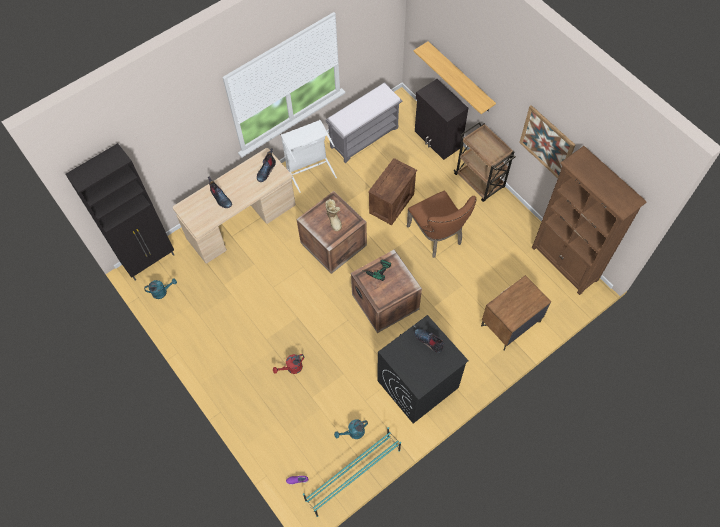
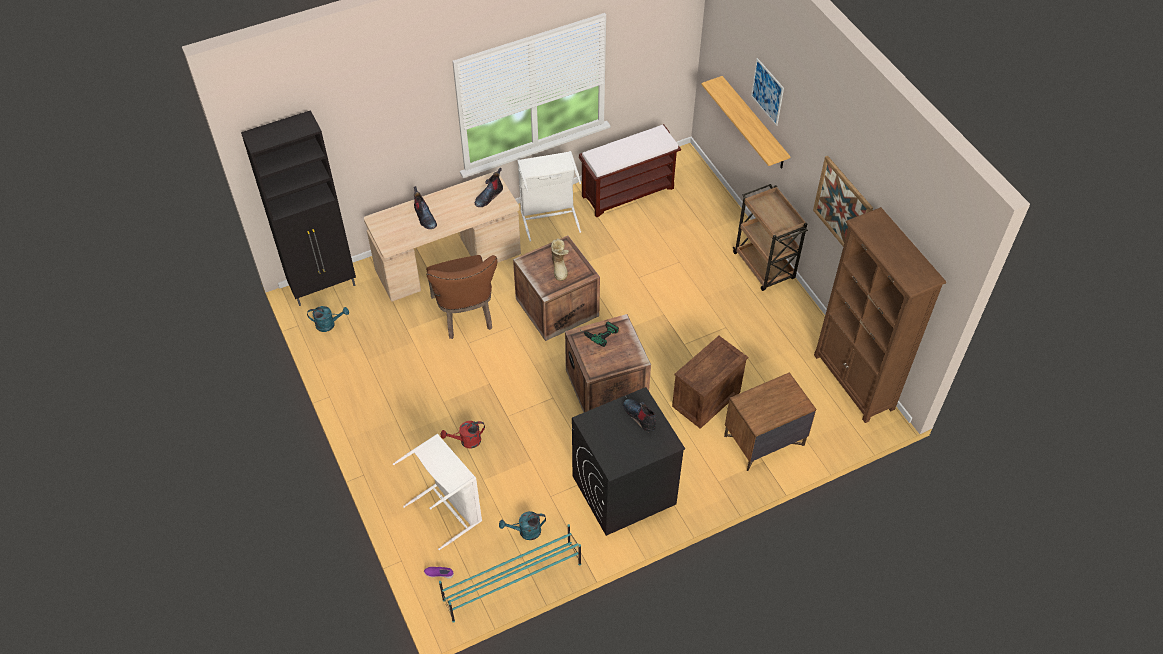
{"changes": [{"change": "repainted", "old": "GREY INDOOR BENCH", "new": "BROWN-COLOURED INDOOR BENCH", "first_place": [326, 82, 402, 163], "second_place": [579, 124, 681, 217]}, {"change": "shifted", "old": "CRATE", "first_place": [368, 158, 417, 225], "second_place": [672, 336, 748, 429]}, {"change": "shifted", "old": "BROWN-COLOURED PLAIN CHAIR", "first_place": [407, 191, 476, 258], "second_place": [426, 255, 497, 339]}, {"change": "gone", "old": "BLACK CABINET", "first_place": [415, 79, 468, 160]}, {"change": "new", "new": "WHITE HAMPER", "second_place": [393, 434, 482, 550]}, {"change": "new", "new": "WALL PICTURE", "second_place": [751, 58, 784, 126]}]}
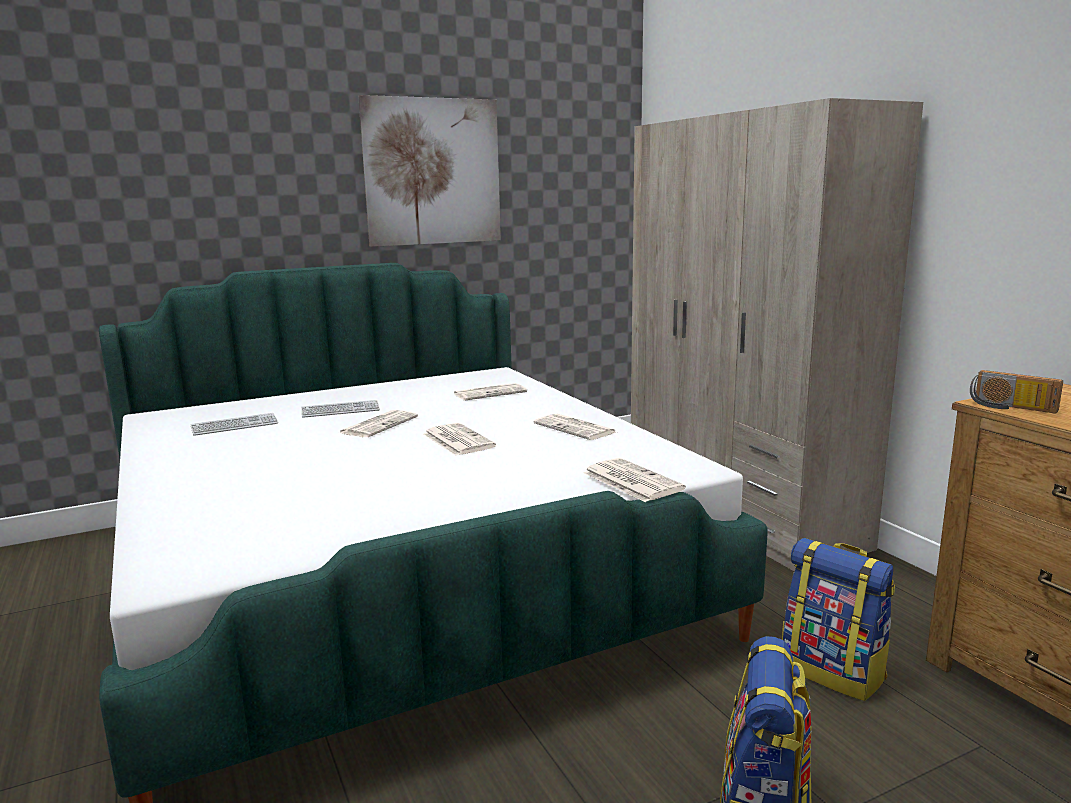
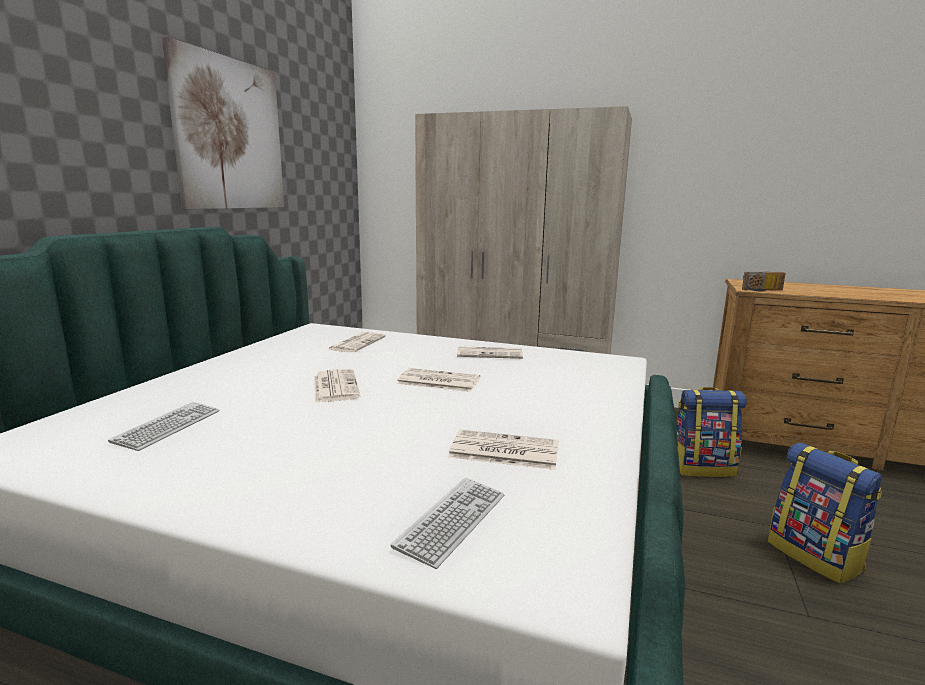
{"changes": [{"change": "shifted", "old": "PC KEYBOARD", "first_place": [301, 400, 380, 418], "second_place": [391, 478, 504, 569]}, {"change": "shifted", "old": "PRINTED PAPER", "first_place": [584, 458, 686, 502], "second_place": [448, 430, 558, 470]}]}
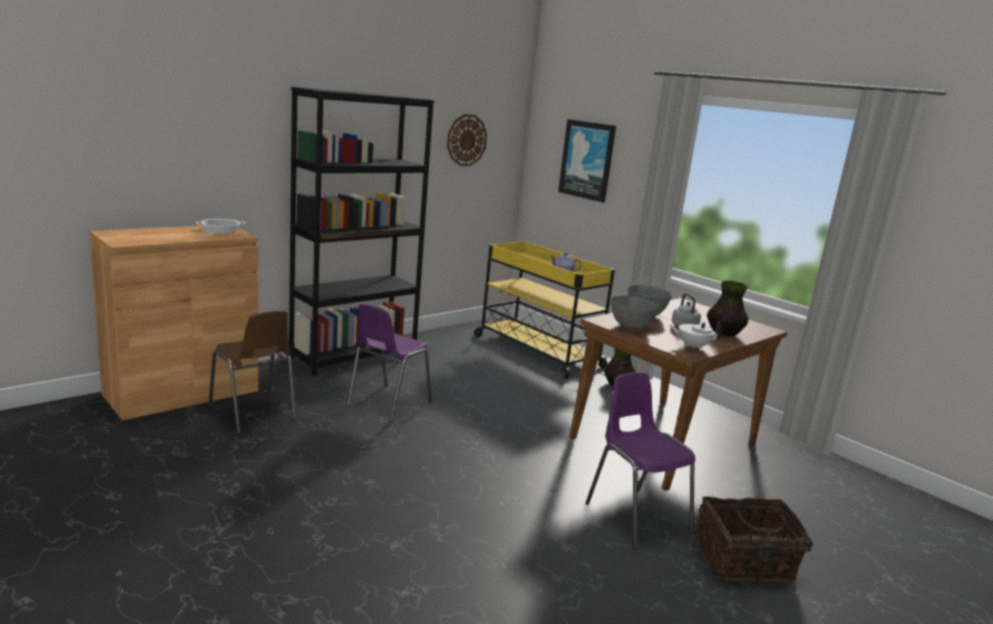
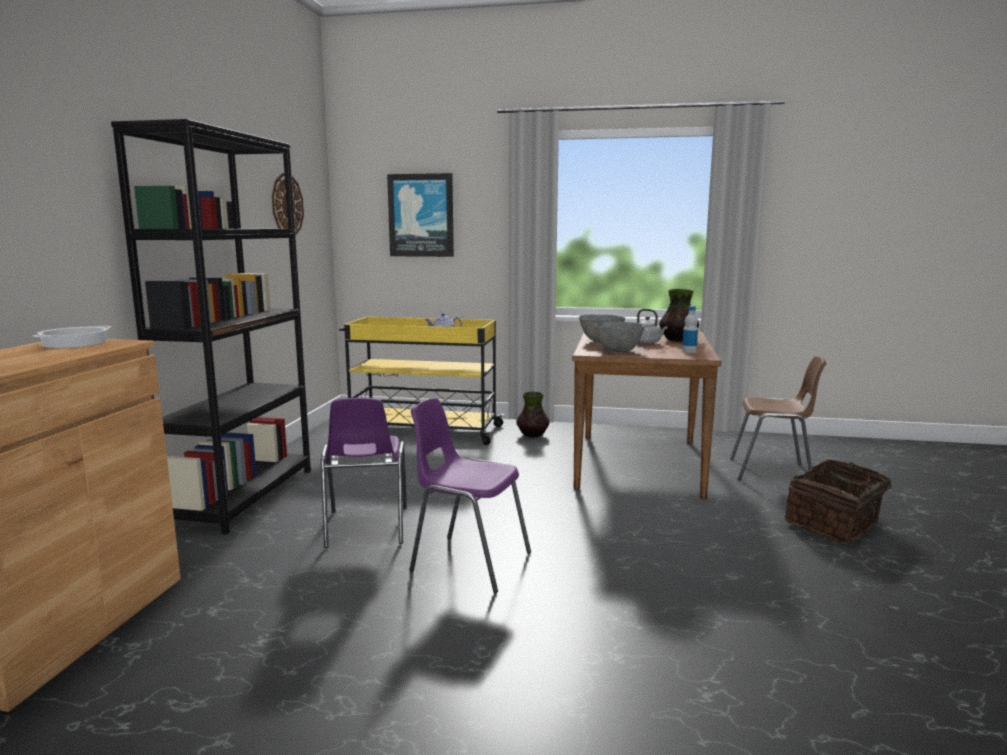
{"changes": [{"change": "shifted", "old": "BROWN-COLOURED PLAIN CHAIR", "first_place": [208, 311, 296, 434], "second_place": [730, 356, 826, 480]}, {"change": "shifted", "old": "PURPLE PLAIN CHAIR", "first_place": [586, 372, 695, 550], "second_place": [409, 398, 531, 593]}, {"change": "swapped", "old": "WHITE TEA POT", "new": "BEVERAGE BOTTLE", "first_place": [669, 321, 723, 350], "second_place": [682, 306, 698, 353]}]}
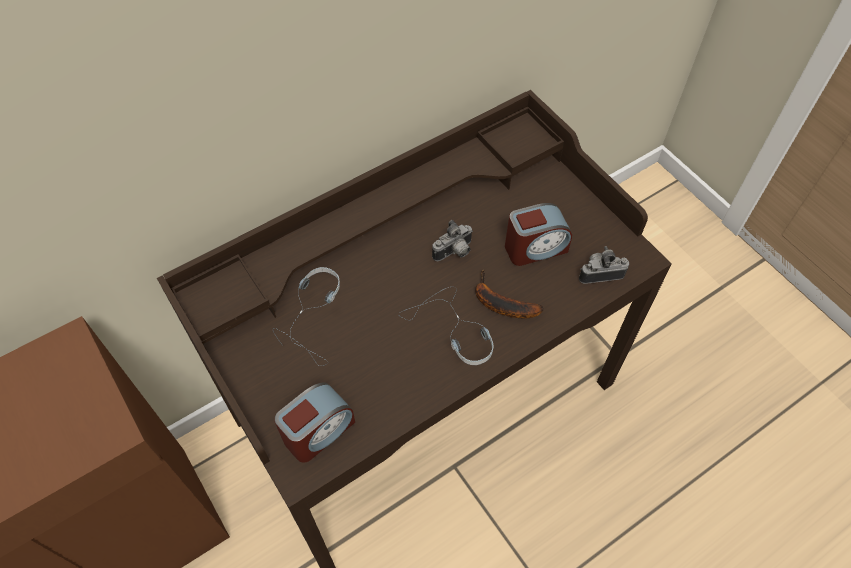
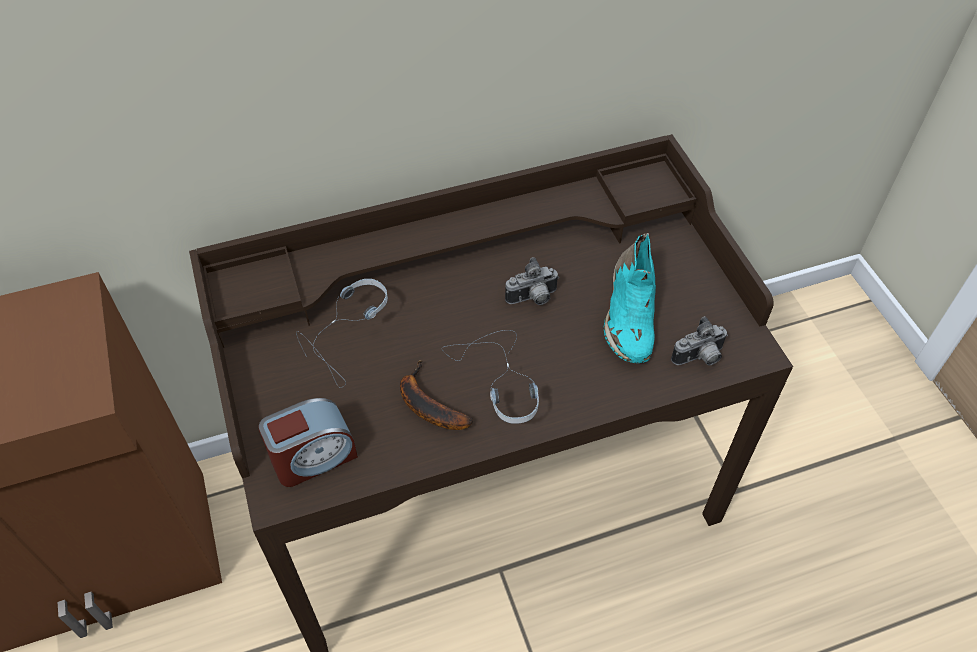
{"changes": [{"change": "shifted", "old": "BANANA FRUIT", "first_place": [475, 270, 543, 318], "second_place": [400, 360, 473, 430]}, {"change": "swapped", "old": "BEDSIDE CLOCK", "new": "TURQUOISE-COLOURED SHOE", "first_place": [505, 203, 572, 266], "second_place": [603, 233, 656, 363]}, {"change": "rotated", "old": "PHOTO CAMERA", "first_place": [579, 246, 629, 284], "second_place": [671, 316, 728, 365], "degrees": 150}]}
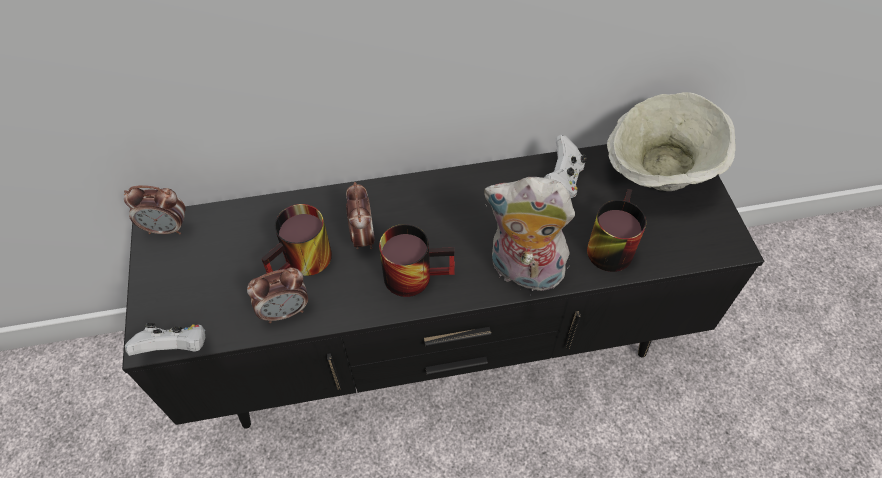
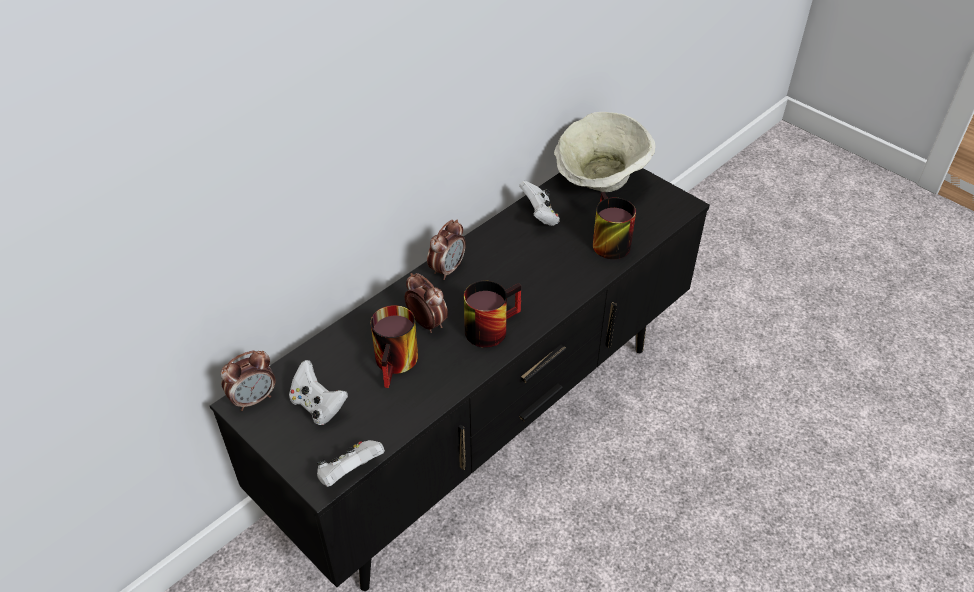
{"changes": [{"change": "shifted", "old": "BEDSIDE CLOCK", "first_place": [247, 268, 308, 323], "second_place": [427, 219, 466, 280]}, {"change": "gone", "old": "PLUSH TOY", "first_place": [484, 177, 575, 296]}, {"change": "new", "new": "WHITE GAMEPAD", "second_place": [289, 360, 348, 425]}]}
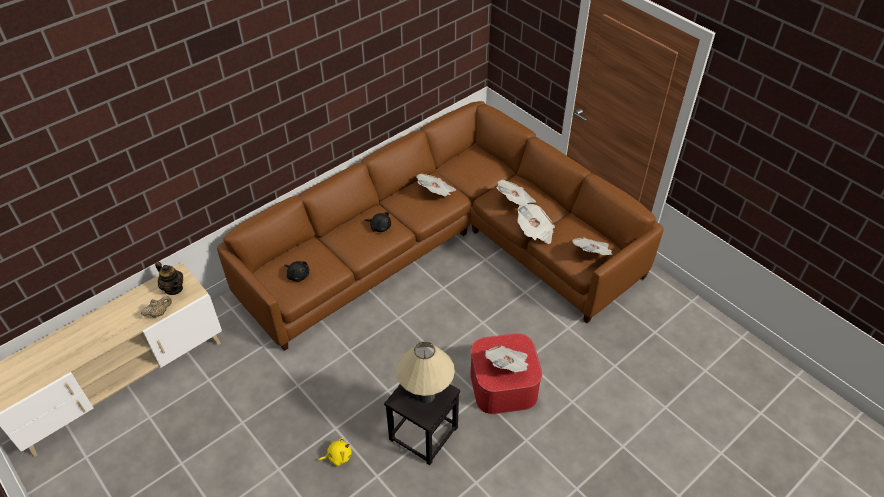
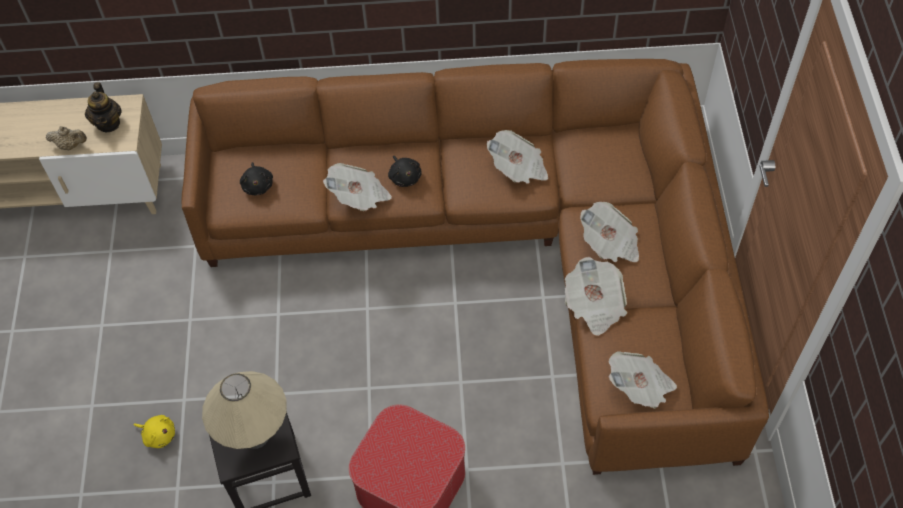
{"changes": [{"change": "shifted", "old": "PRINTED PAPER", "first_place": [485, 346, 529, 372], "second_place": [323, 163, 392, 211]}]}
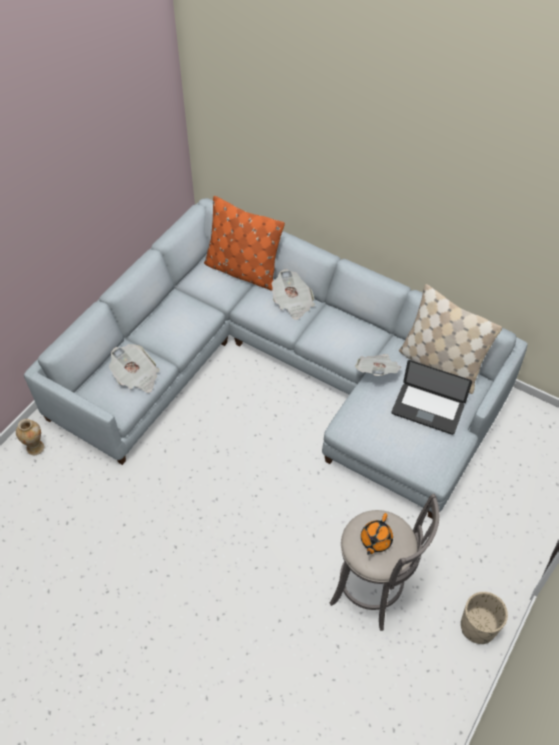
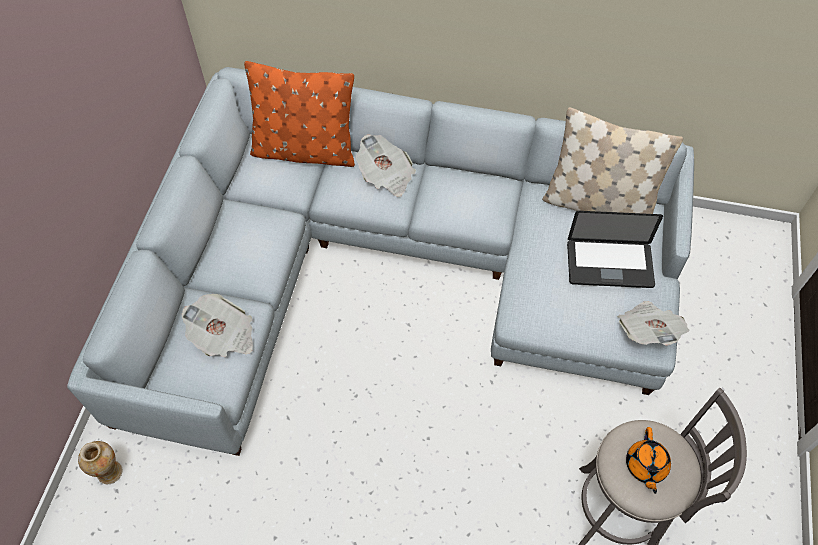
{"changes": [{"change": "shifted", "old": "PRINTED PAPER", "first_place": [355, 354, 401, 376], "second_place": [617, 301, 689, 346]}, {"change": "gone", "old": "BEIGE PLANT POT", "first_place": [461, 592, 508, 644]}]}
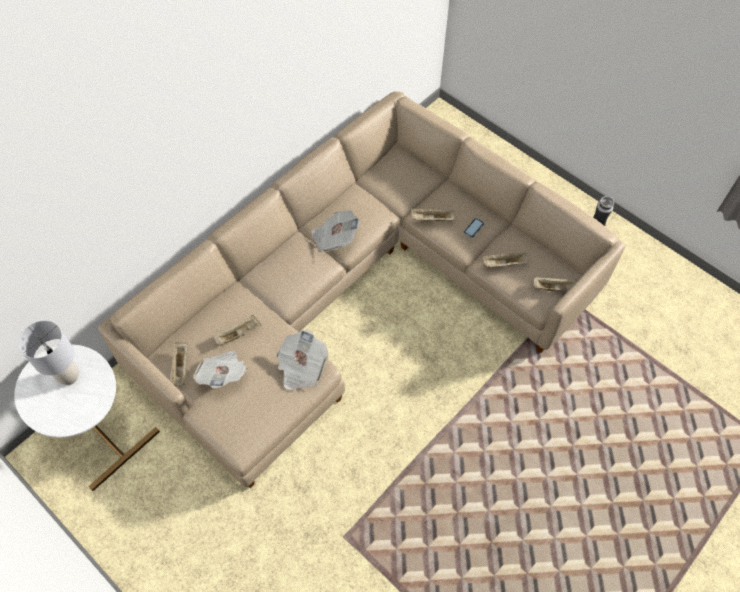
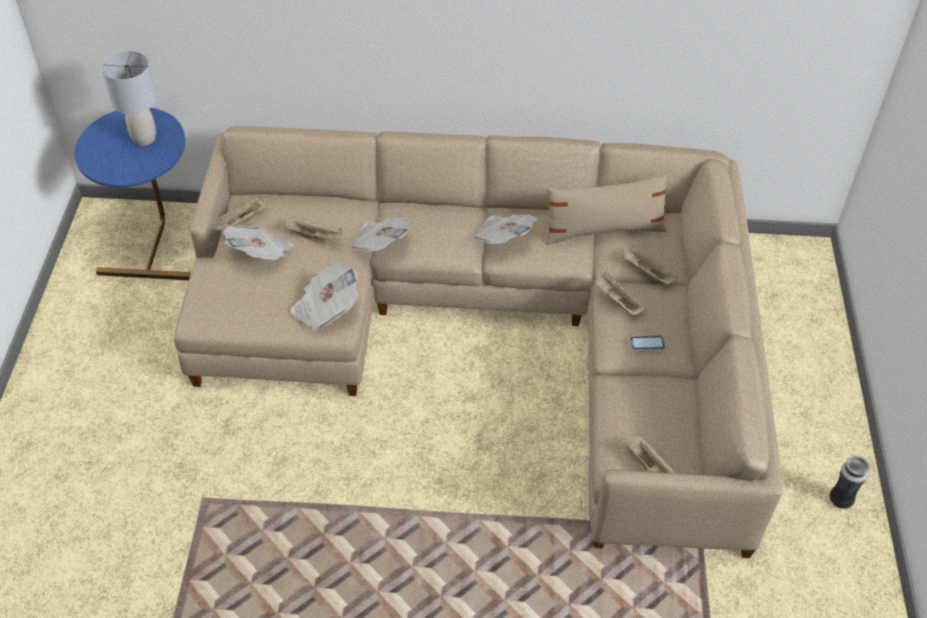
{"changes": [{"change": "repainted", "old": "WHITE ACCENT TABLE", "new": "BLUISH ACCENT TABLE", "first_place": [14, 345, 160, 491], "second_place": [75, 108, 191, 280]}, {"change": "shifted", "old": "BEIGE CARRYING TRAY", "first_place": [483, 252, 529, 268], "second_place": [622, 245, 678, 285]}, {"change": "new", "new": "PRINTED PAPER", "second_place": [348, 216, 412, 252]}, {"change": "new", "new": "BEIGE THROW PILLOW", "second_place": [546, 174, 669, 245]}]}
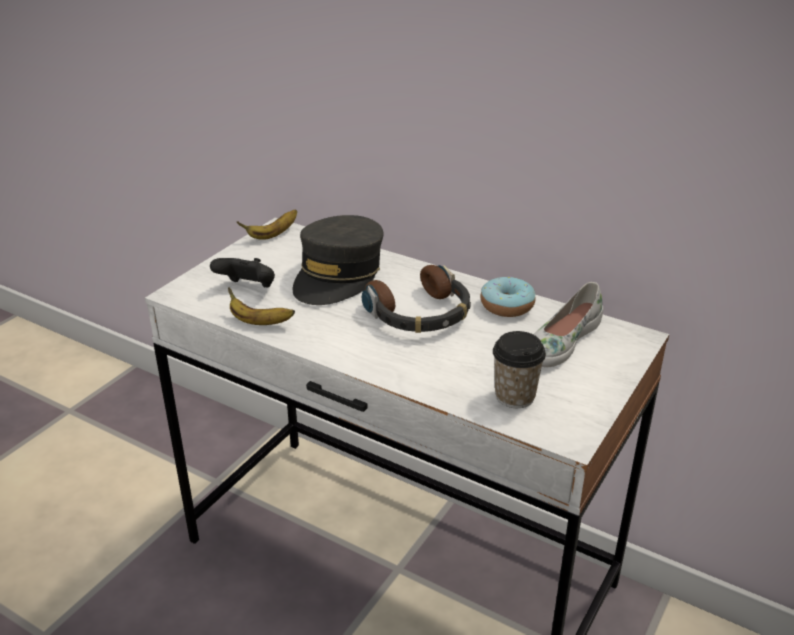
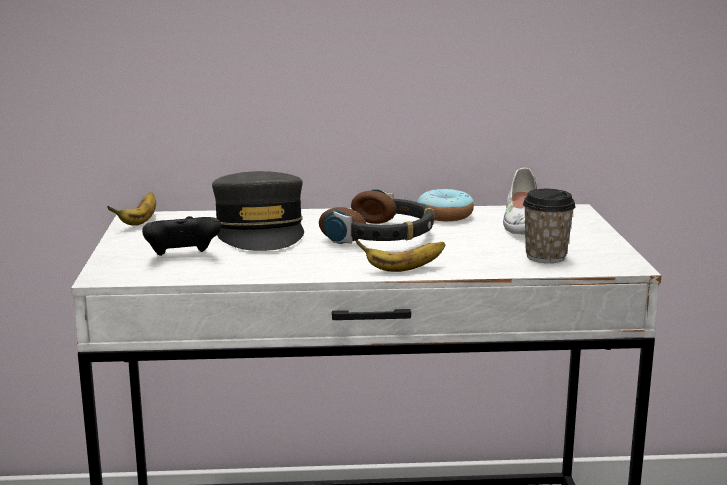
{"changes": [{"change": "shifted", "old": "BANANA FRUIT", "first_place": [228, 287, 295, 325], "second_place": [355, 240, 445, 272]}]}
